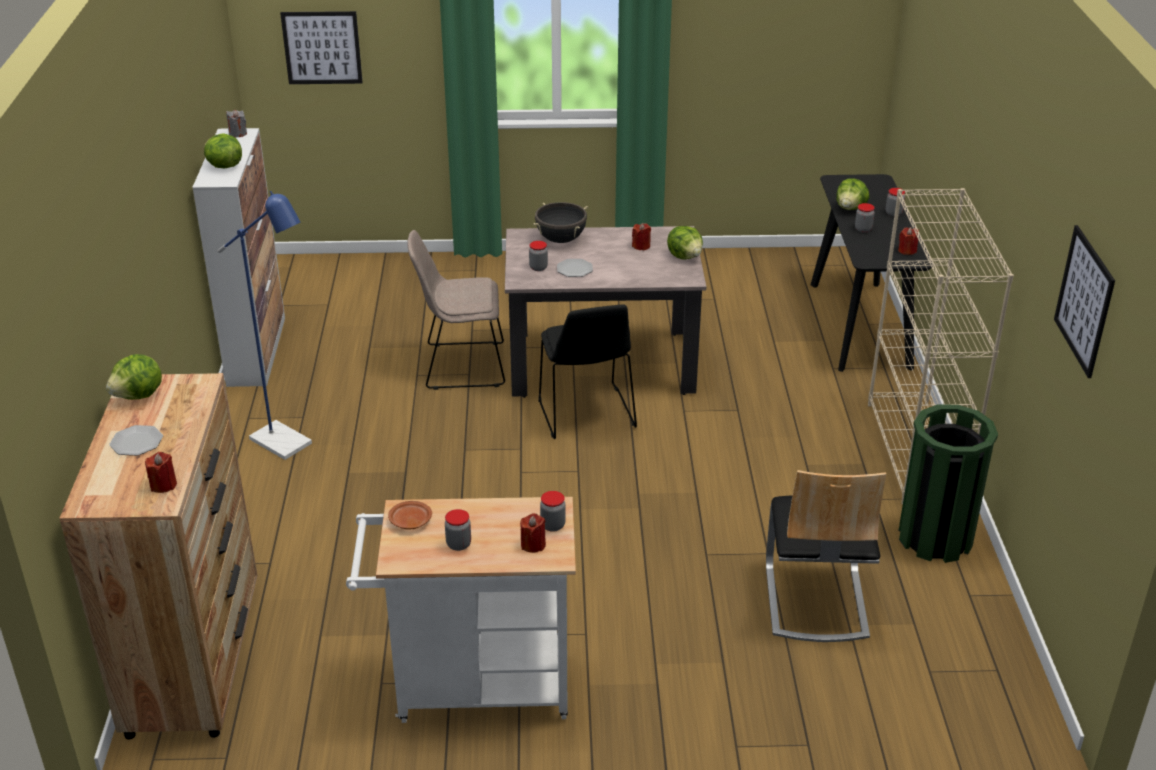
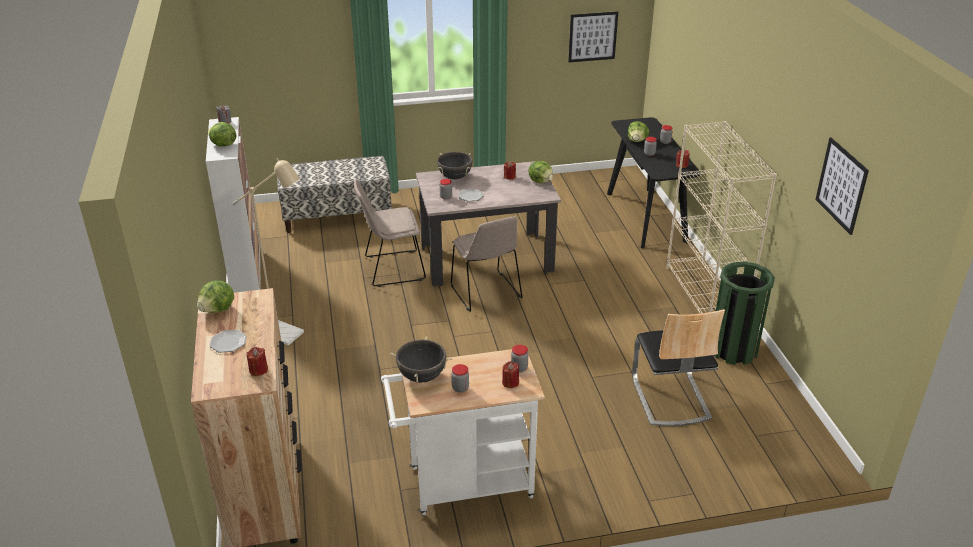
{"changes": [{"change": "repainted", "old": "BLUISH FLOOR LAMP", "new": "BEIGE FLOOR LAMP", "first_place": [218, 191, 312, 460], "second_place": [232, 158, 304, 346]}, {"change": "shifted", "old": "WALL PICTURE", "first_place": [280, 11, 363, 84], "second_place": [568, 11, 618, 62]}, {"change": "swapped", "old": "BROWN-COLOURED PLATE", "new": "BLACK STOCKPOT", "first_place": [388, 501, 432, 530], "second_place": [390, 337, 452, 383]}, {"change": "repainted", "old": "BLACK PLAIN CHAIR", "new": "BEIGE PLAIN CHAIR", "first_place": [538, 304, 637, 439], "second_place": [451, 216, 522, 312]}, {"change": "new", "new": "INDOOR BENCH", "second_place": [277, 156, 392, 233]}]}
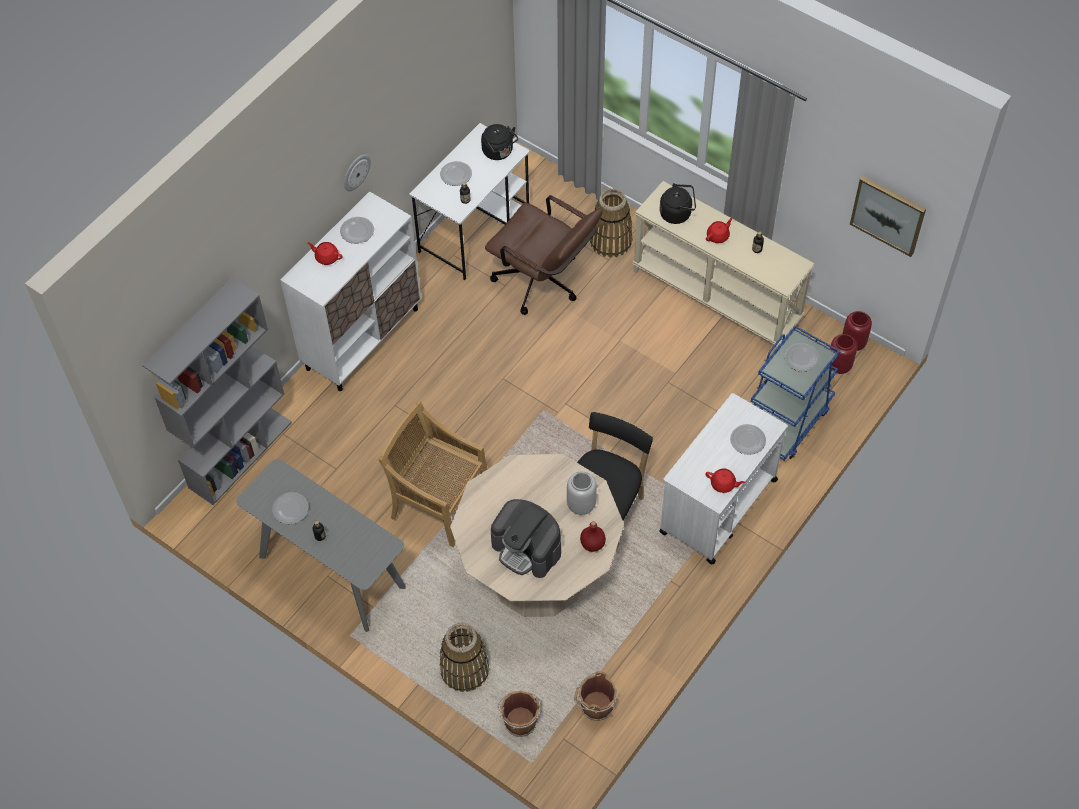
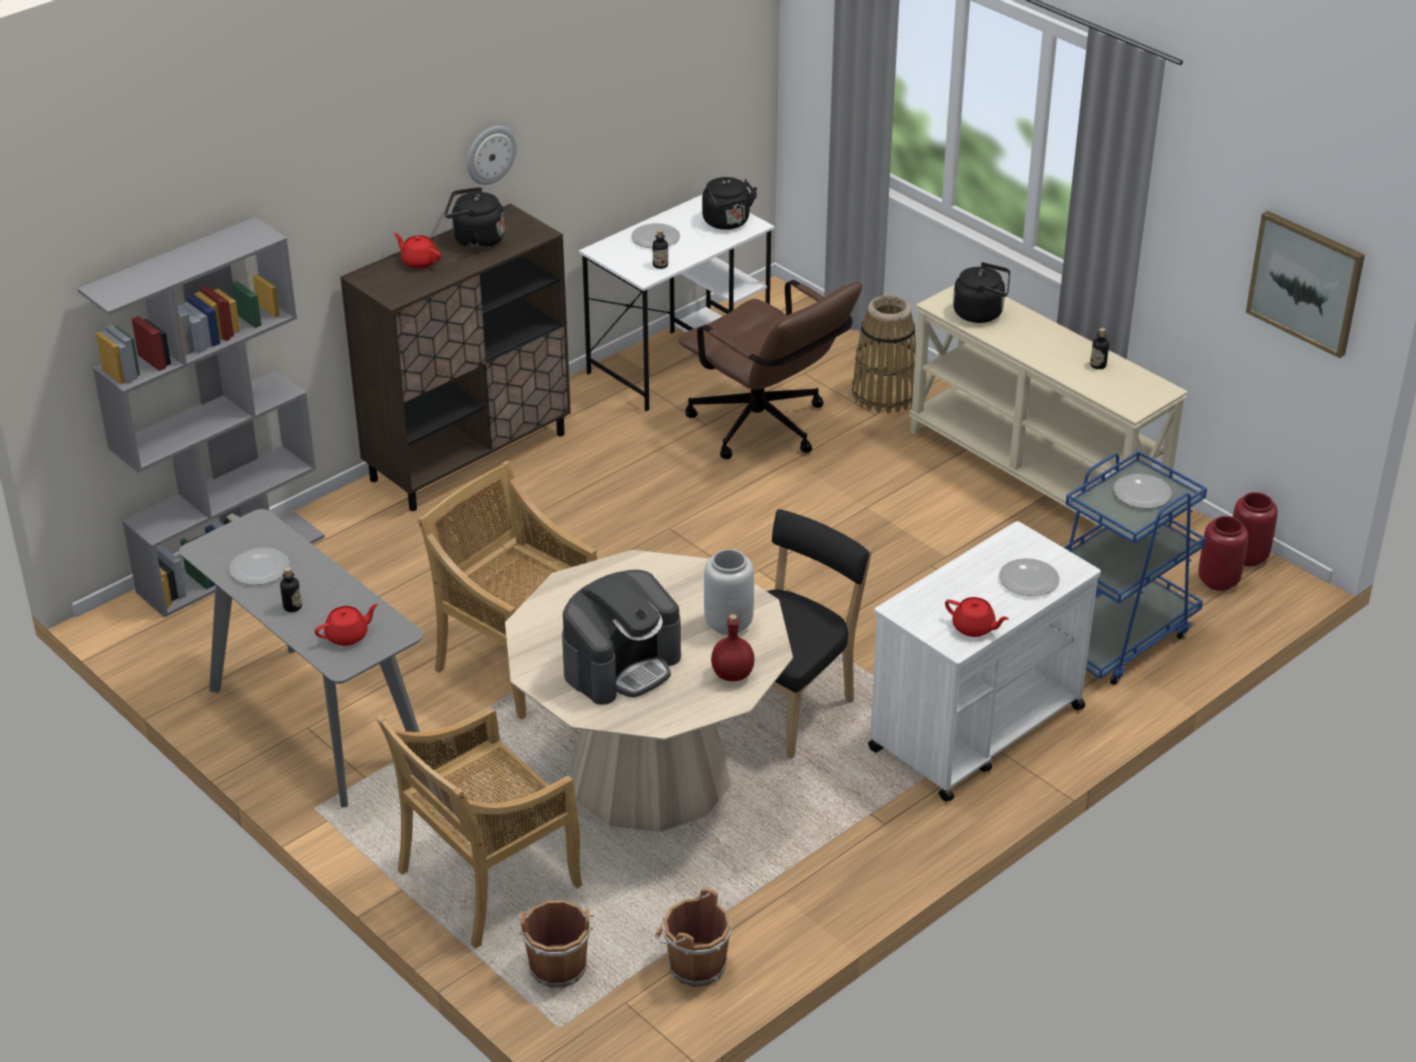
{"changes": [{"change": "repainted", "old": "WHITE CABINET", "new": "BROWN-COLOURED CABINET", "first_place": [280, 191, 421, 391], "second_place": [340, 203, 571, 511]}, {"change": "swapped", "old": "PLATE", "new": "BLACK KETTLE", "first_place": [340, 217, 374, 244], "second_place": [445, 187, 505, 249]}, {"change": "swapped", "old": "BASKET", "new": "BEIGE PLAIN CHAIR", "first_place": [440, 623, 489, 692], "second_place": [376, 707, 582, 949]}, {"change": "rotated", "old": "COFFEE BREWER", "first_place": [491, 499, 561, 578], "second_place": [562, 570, 681, 705], "degrees": -90}, {"change": "shifted", "old": "RED TEA POT", "first_place": [706, 217, 733, 243], "second_place": [315, 604, 378, 646]}]}
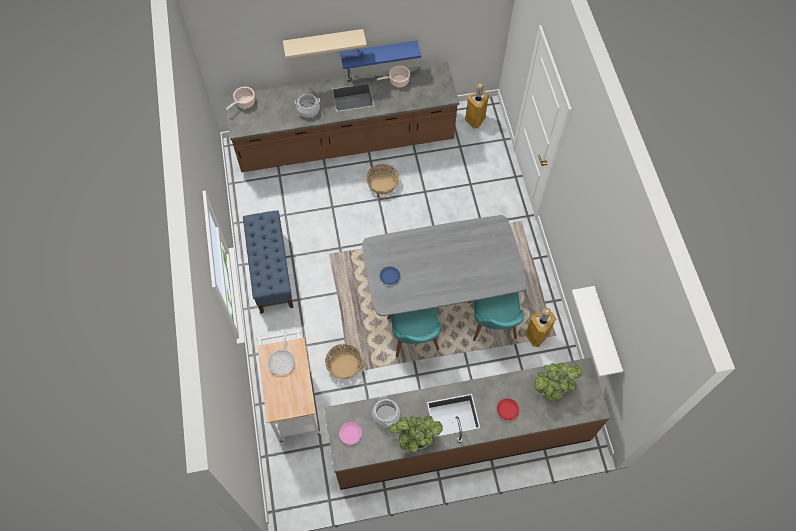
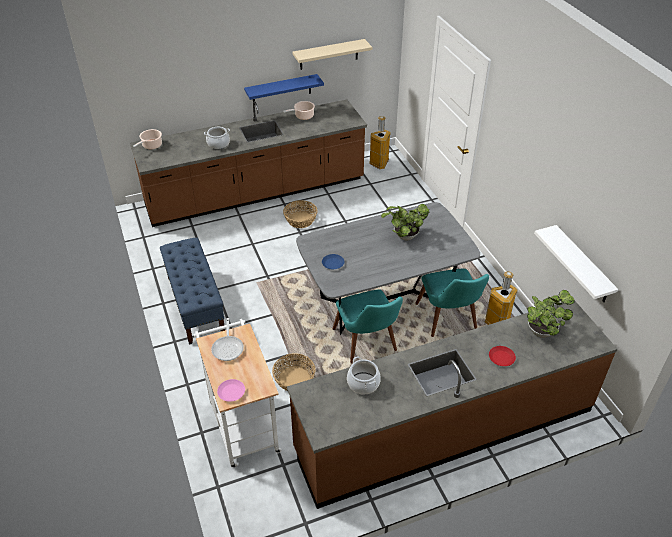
{"changes": [{"change": "shifted", "old": "BEIGE SHELF", "first_place": [283, 29, 367, 59], "second_place": [292, 39, 372, 70]}, {"change": "shifted", "old": "PINKISH PLATE", "first_place": [339, 422, 362, 445], "second_place": [217, 379, 245, 402]}, {"change": "shifted", "old": "HOUSEPLANT", "first_place": [390, 416, 443, 452], "second_place": [381, 204, 429, 240]}]}
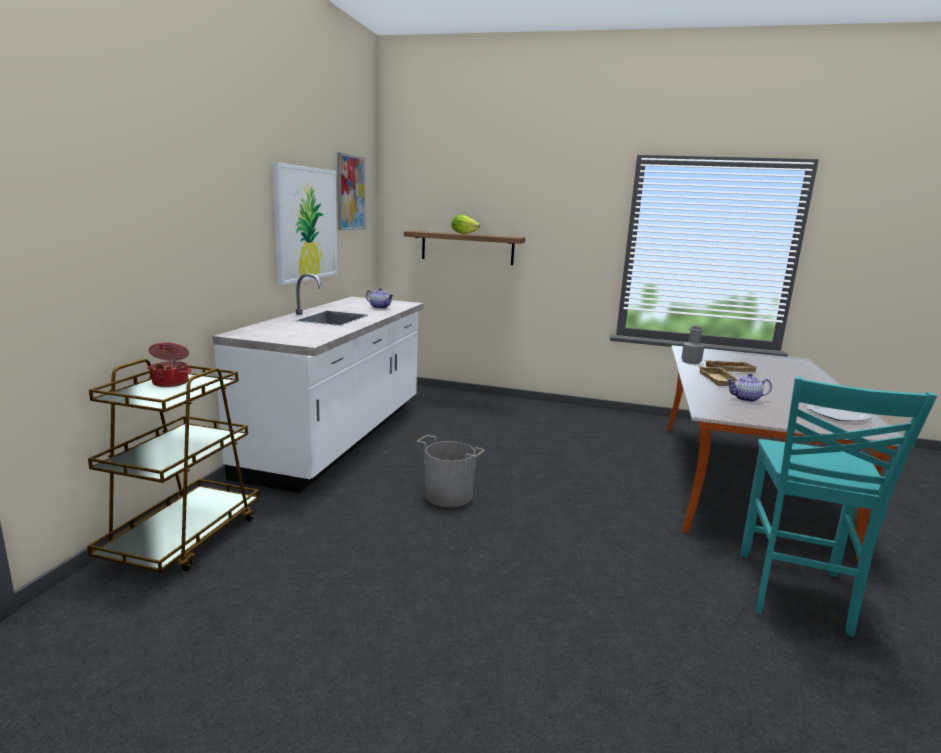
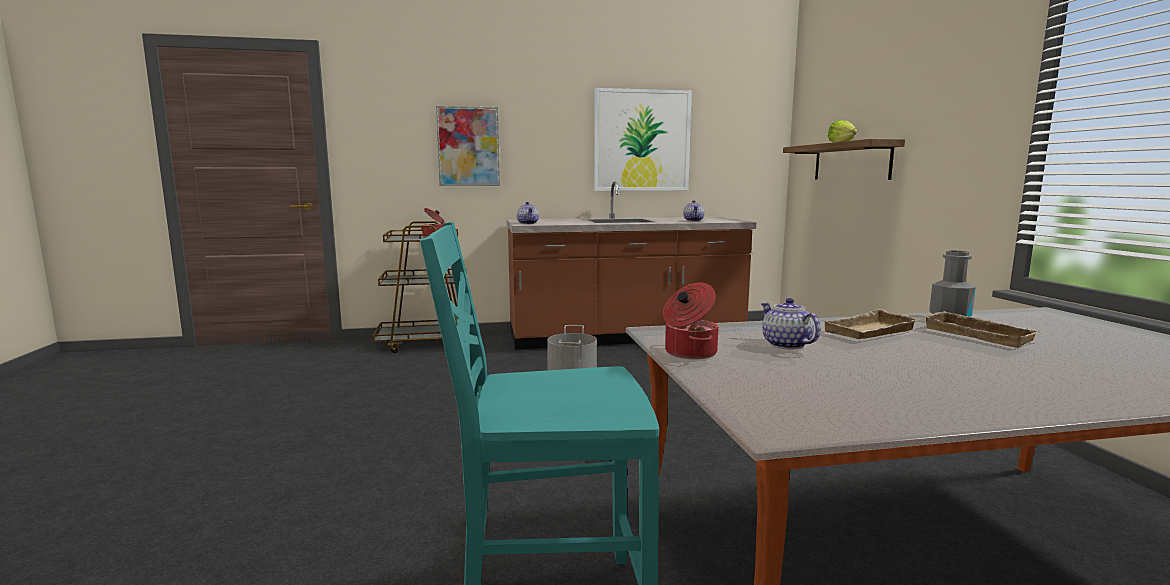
{"changes": [{"change": "repainted", "old": "WHITE KITCHEN COUNTER", "new": "BROWN-COLOURED KITCHEN COUNTER", "first_place": [212, 273, 424, 493], "second_place": [506, 182, 756, 350]}, {"change": "shifted", "old": "WALL PICTURE", "first_place": [337, 153, 365, 230], "second_place": [436, 106, 500, 186]}, {"change": "gone", "old": "PLATE", "first_place": [805, 404, 872, 421]}, {"change": "new", "new": "TEA POT", "second_place": [517, 202, 539, 224]}, {"change": "new", "new": "STOCKPOT", "second_place": [663, 283, 719, 360]}]}
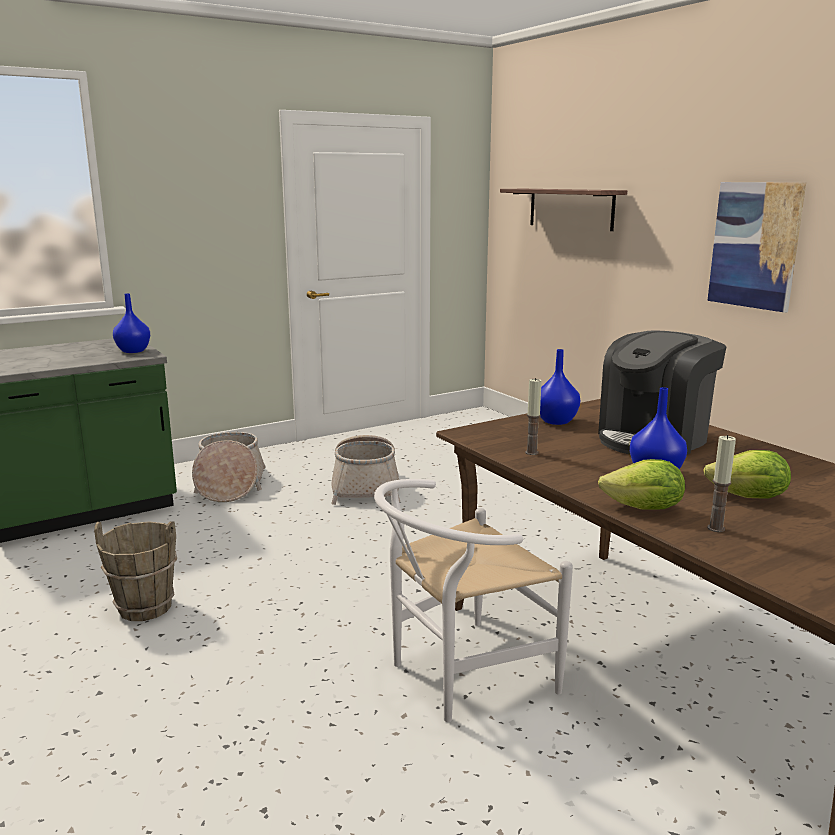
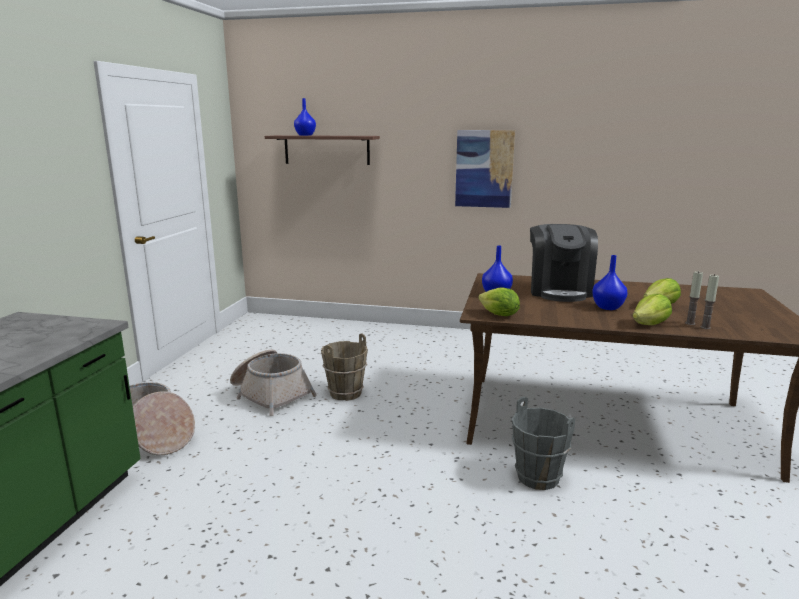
{"changes": [{"change": "shifted", "old": "BROWN-COLOURED WATER BUCKET", "first_place": [94, 521, 177, 621], "second_place": [321, 334, 368, 401]}, {"change": "shifted", "old": "BLUISH VASE", "first_place": [113, 293, 150, 353], "second_place": [294, 98, 316, 136]}, {"change": "swapped", "old": "WHITE PLAIN CHAIR", "new": "GREY WATER BUCKET", "first_place": [374, 479, 573, 722], "second_place": [511, 397, 575, 490]}, {"change": "shifted", "old": "CANDLE", "first_place": [525, 378, 542, 455], "second_place": [700, 274, 719, 329]}, {"change": "new", "new": "LETTUCE HEAD", "second_place": [478, 287, 520, 316]}]}
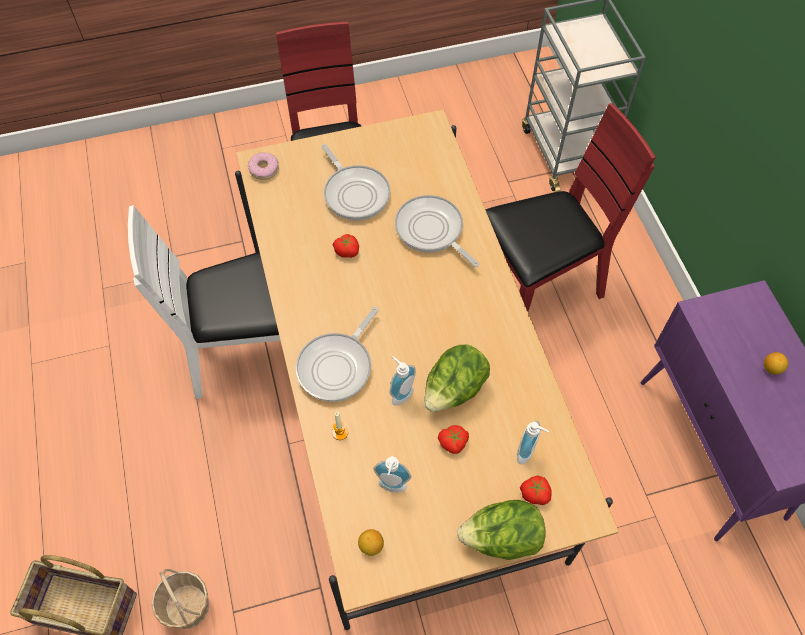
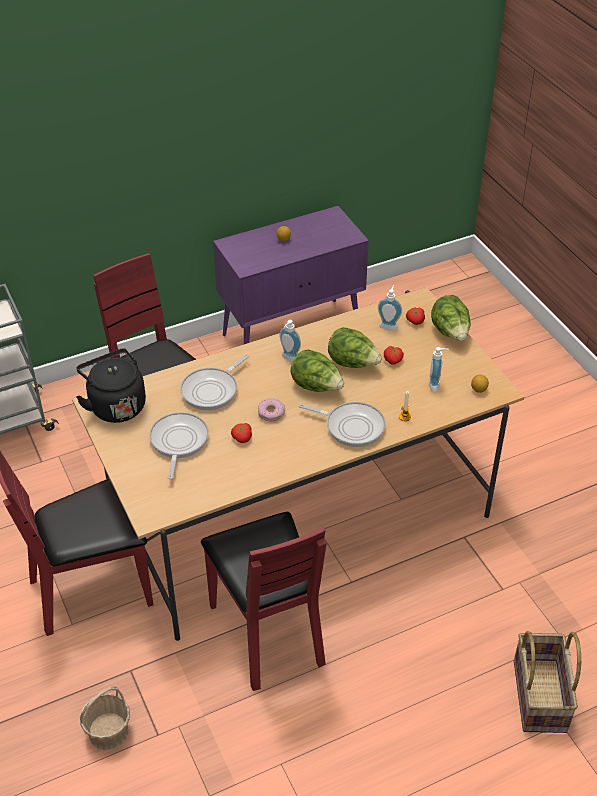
{"changes": [{"change": "repainted", "old": "WHITE PLAIN CHAIR", "new": "RED PLAIN CHAIR", "first_place": [128, 205, 280, 399], "second_place": [201, 512, 327, 691]}, {"change": "shifted", "old": "BASKET", "first_place": [151, 569, 209, 629], "second_place": [80, 686, 130, 750]}, {"change": "shifted", "old": "DONUT", "first_place": [248, 152, 279, 180], "second_place": [258, 398, 285, 421]}, {"change": "rotated", "old": "PAN", "first_place": [321, 144, 390, 221], "second_place": [149, 412, 209, 479], "degrees": -45}, {"change": "shifted", "old": "SOAP DISPENSER", "first_place": [390, 356, 416, 406], "second_place": [280, 320, 301, 362]}, {"change": "new", "new": "BLACK KETTLE", "second_place": [76, 348, 146, 423]}, {"change": "new", "new": "LETTUCE HEAD", "second_place": [290, 349, 344, 392]}]}
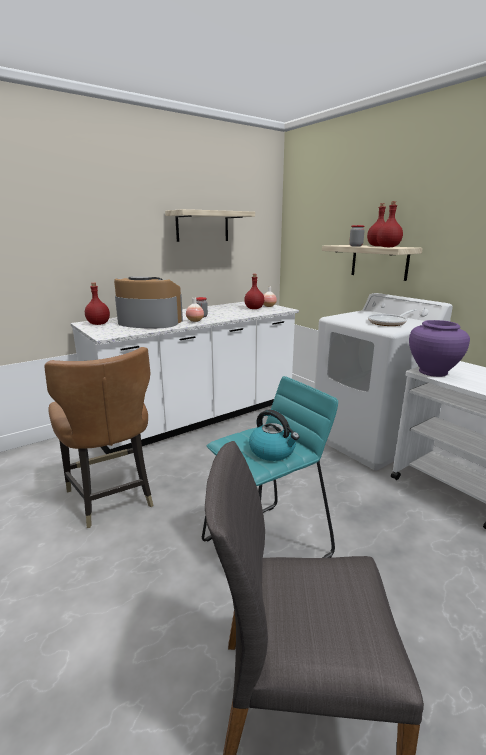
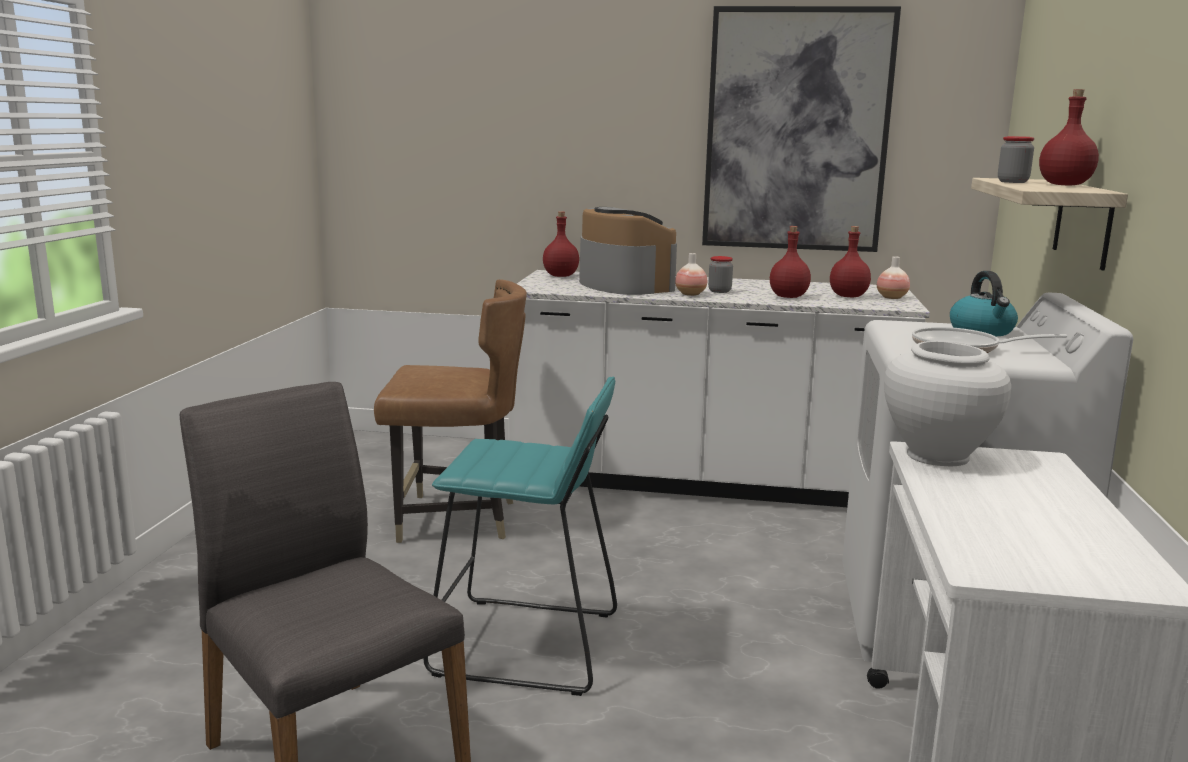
{"changes": [{"change": "rotated", "old": "BROWN-COLOURED PLAIN CHAIR", "first_place": [44, 347, 154, 528], "second_place": [374, 279, 527, 543], "degrees": -105}, {"change": "swapped", "old": "SHELF", "new": "WALL PICTURE", "first_place": [165, 209, 255, 242], "second_place": [702, 6, 901, 252]}, {"change": "shifted", "old": "KETTLE", "first_place": [249, 410, 300, 461], "second_place": [950, 271, 1018, 336]}, {"change": "shifted", "old": "RED BEVERAGE BOTTLE", "first_place": [377, 201, 403, 247], "second_place": [770, 226, 811, 298]}, {"change": "repainted", "old": "PURPLE VASE", "new": "WHITE VASE", "first_place": [409, 320, 470, 377], "second_place": [884, 341, 1011, 466]}]}
